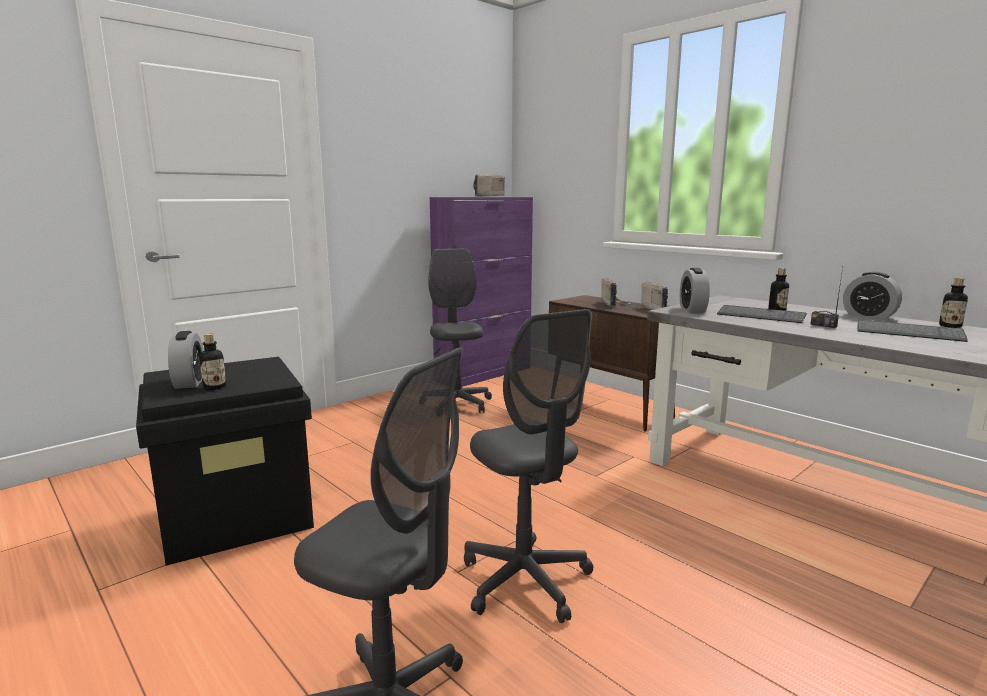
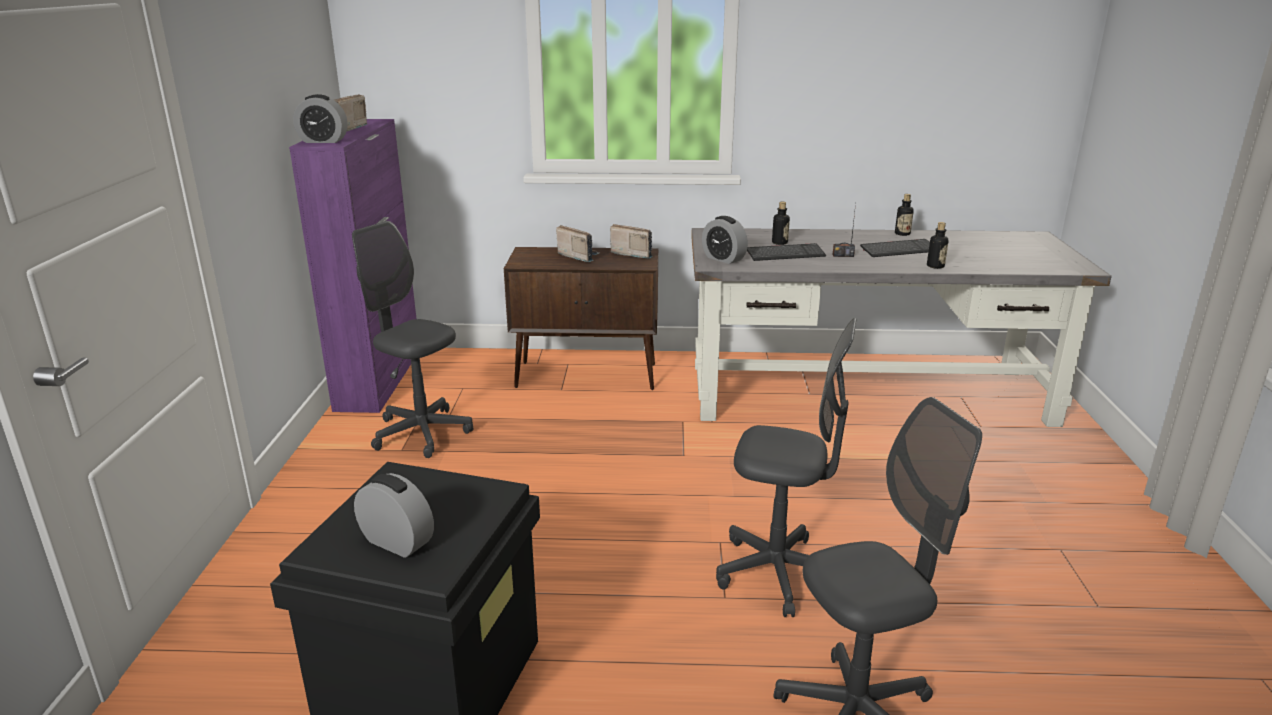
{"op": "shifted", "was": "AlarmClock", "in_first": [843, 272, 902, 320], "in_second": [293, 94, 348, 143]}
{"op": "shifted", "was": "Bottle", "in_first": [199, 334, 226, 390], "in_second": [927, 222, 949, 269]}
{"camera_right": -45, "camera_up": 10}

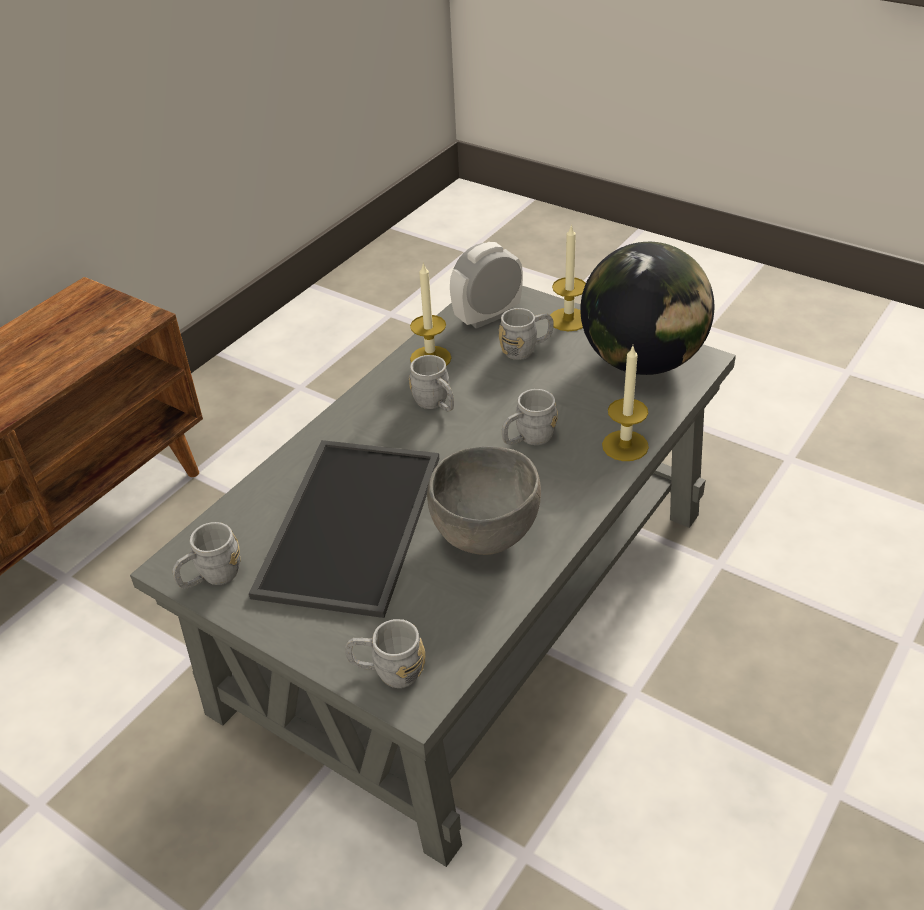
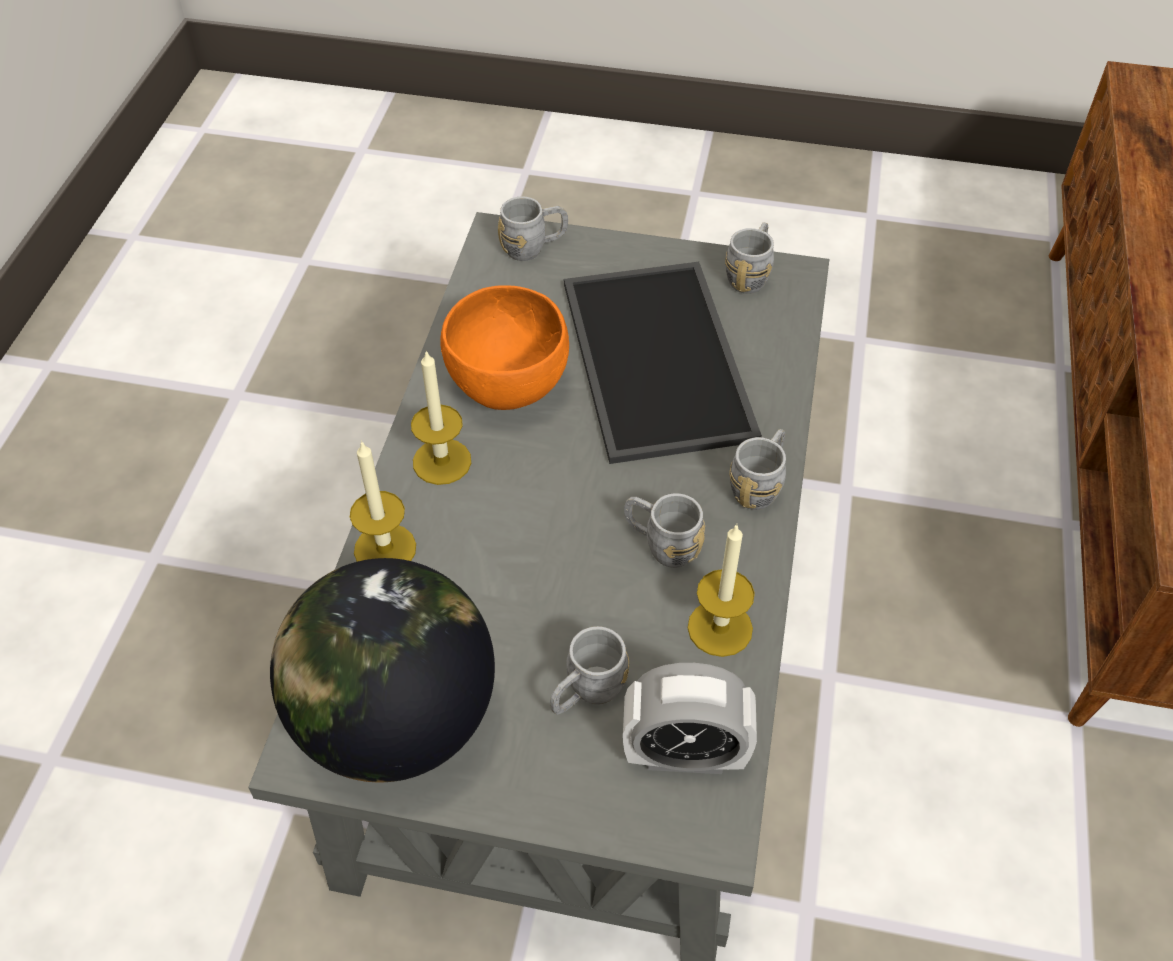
{"op": "shifted", "was": "Candle", "in_first": [550, 224, 586, 331], "in_second": [411, 351, 471, 485]}
{"op": "repainted", "was": "GreyBowl", "now": "OrangeBowl", "in_first": [427, 446, 541, 555], "in_second": [440, 285, 569, 410]}
{"op": "rotated", "was": "AlarmClock", "in_first": [450, 242, 523, 329], "in_second": [623, 663, 757, 774], "clockwise": 60}
{"op": "shifted", "was": "GreyMug", "in_first": [502, 389, 558, 445], "in_second": [729, 429, 786, 510]}
{"camera_right": 155, "camera_up": 10}

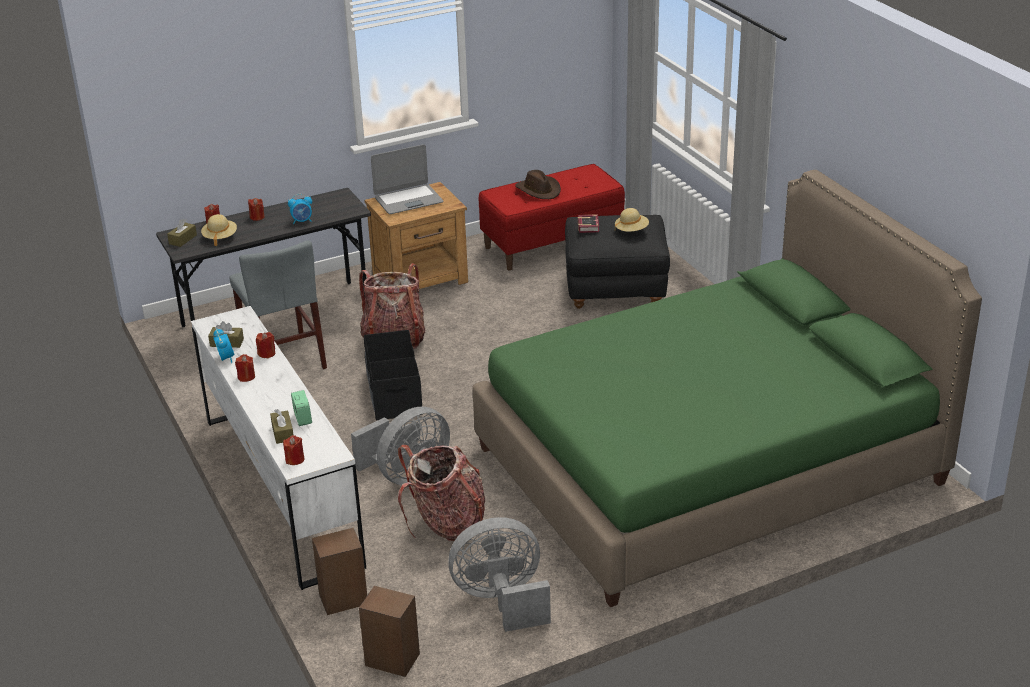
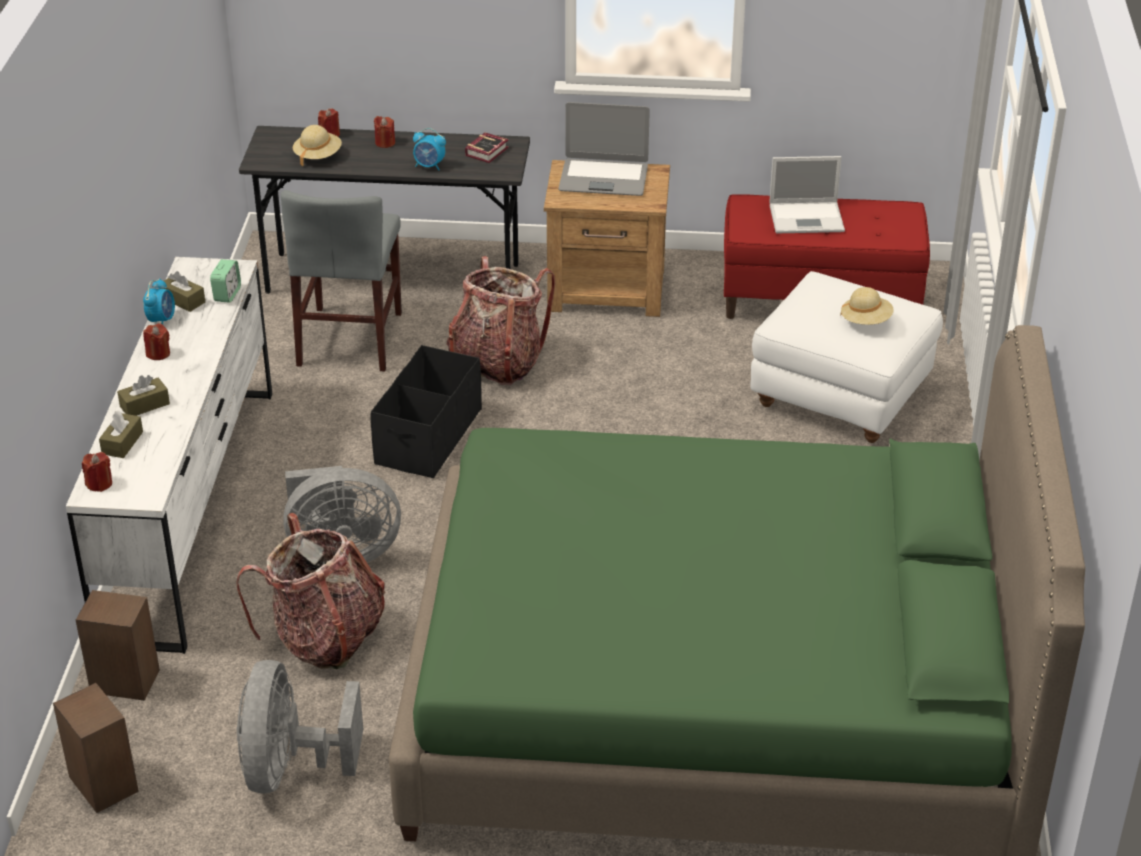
{"op": "shifted", "was": "BrownTissueBox", "in_first": [167, 219, 197, 247], "in_second": [117, 375, 170, 416]}
{"op": "shifted", "was": "AlarmClock", "in_first": [291, 390, 312, 426], "in_second": [210, 259, 241, 303]}
{"op": "rotated", "was": "GreyFan", "in_first": [448, 517, 551, 632], "in_second": [237, 660, 363, 794], "clockwise": -105}
{"op": "shifted", "was": "Book", "in_first": [578, 214, 599, 233], "in_second": [465, 132, 509, 163]}
{"op": "repainted", "was": "BlackOttoman", "now": "WhiteOttoman", "in_first": [565, 215, 670, 309], "in_second": [751, 271, 943, 443]}
{"op": "swapped", "was": "BrownHat", "now": "Laptop", "in_first": [515, 170, 561, 199], "in_second": [769, 156, 845, 234]}
{"op": "gone", "was": "RedCandle", "in_first": [256, 332, 275, 358]}
{"camera_right": 30, "camera_up": 5}

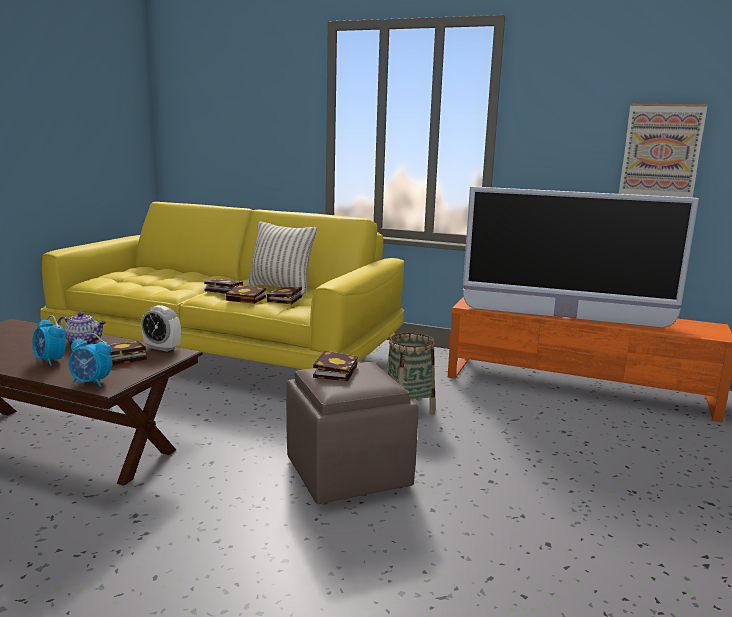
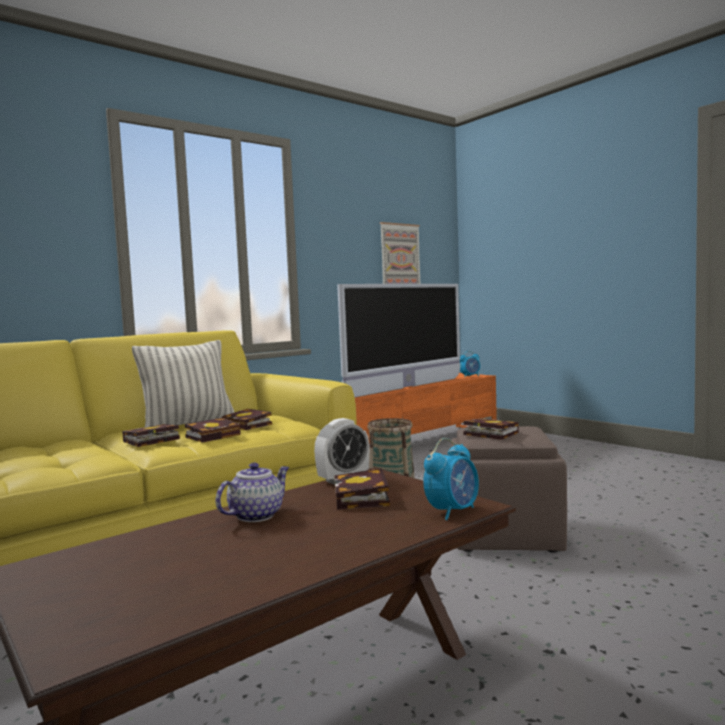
{"op": "shifted", "was": "AlarmClock", "in_first": [32, 315, 66, 366], "in_second": [460, 351, 480, 377]}
{"camera_right": -60, "camera_up": -10}

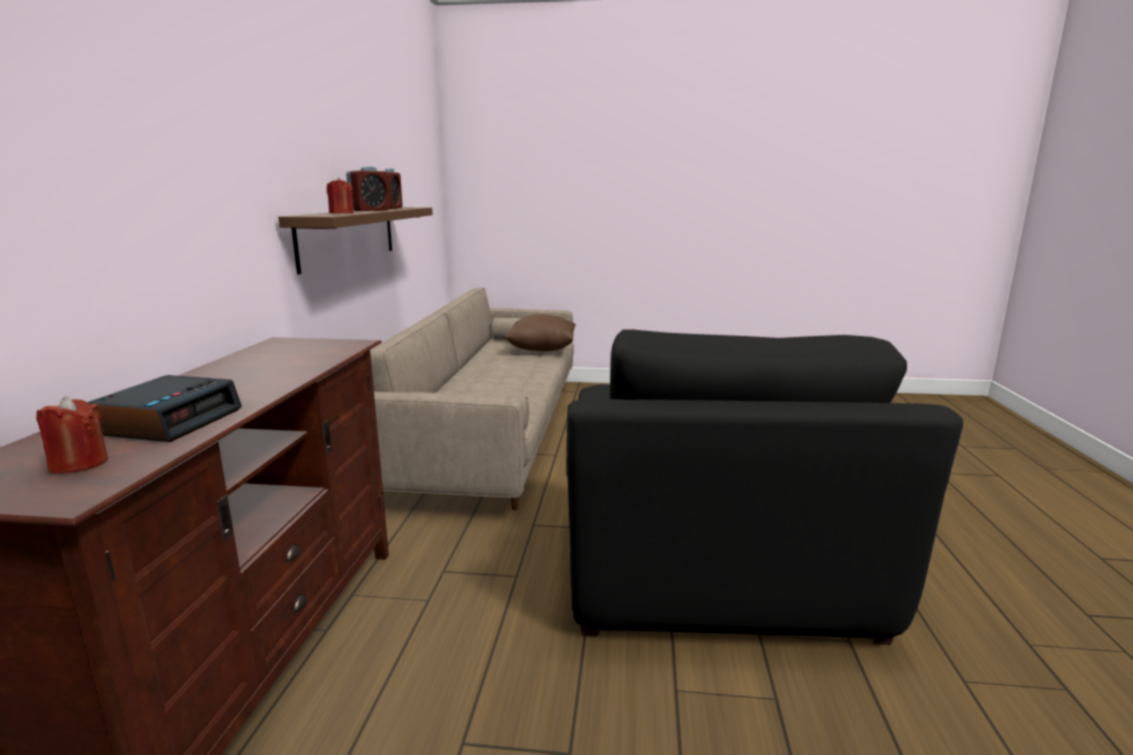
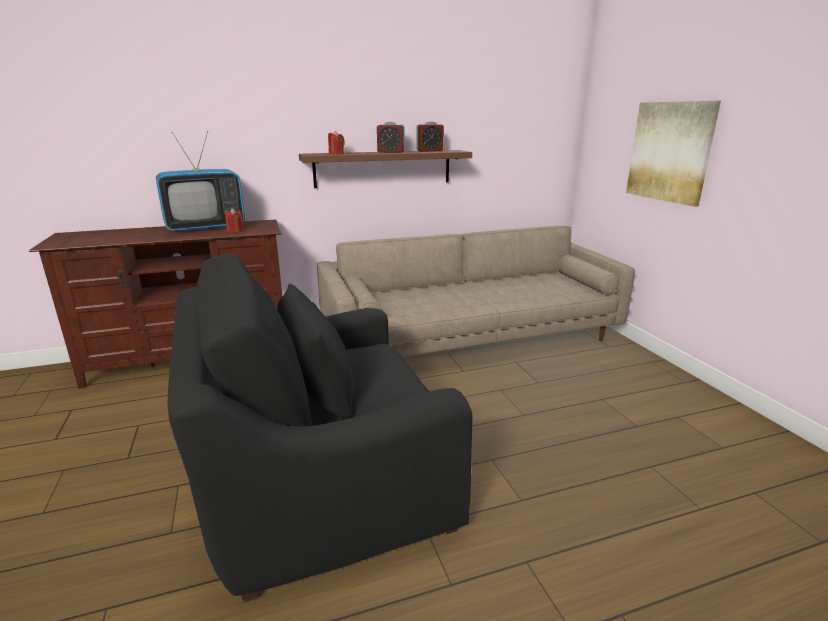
{"op": "new", "now": "Television", "in_second": [156, 131, 245, 232]}
{"op": "shifted", "was": "RedCandle", "in_first": [36, 396, 108, 473], "in_second": [224, 208, 243, 233]}
{"op": "new", "now": "Picture", "in_second": [626, 101, 721, 207]}
{"op": "gone", "was": "AlarmClock", "in_first": [87, 375, 242, 442]}
{"op": "gone", "was": "BrownPillow", "in_first": [505, 314, 576, 351]}
{"camera_right": 65, "camera_up": 5}

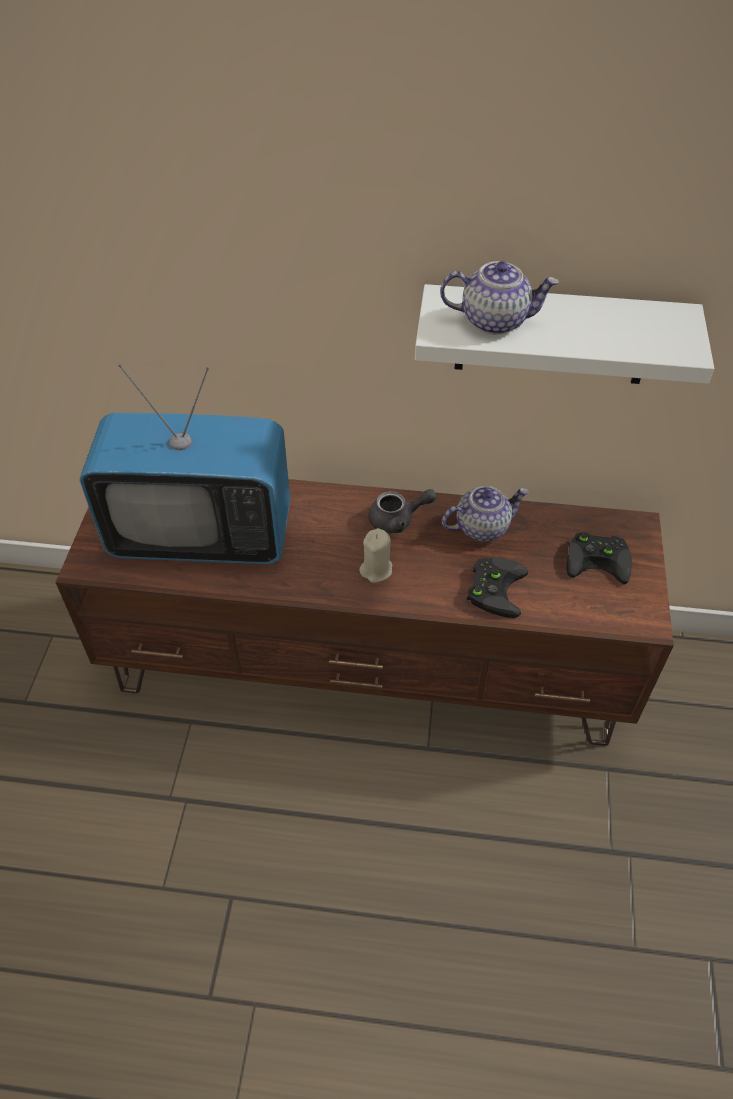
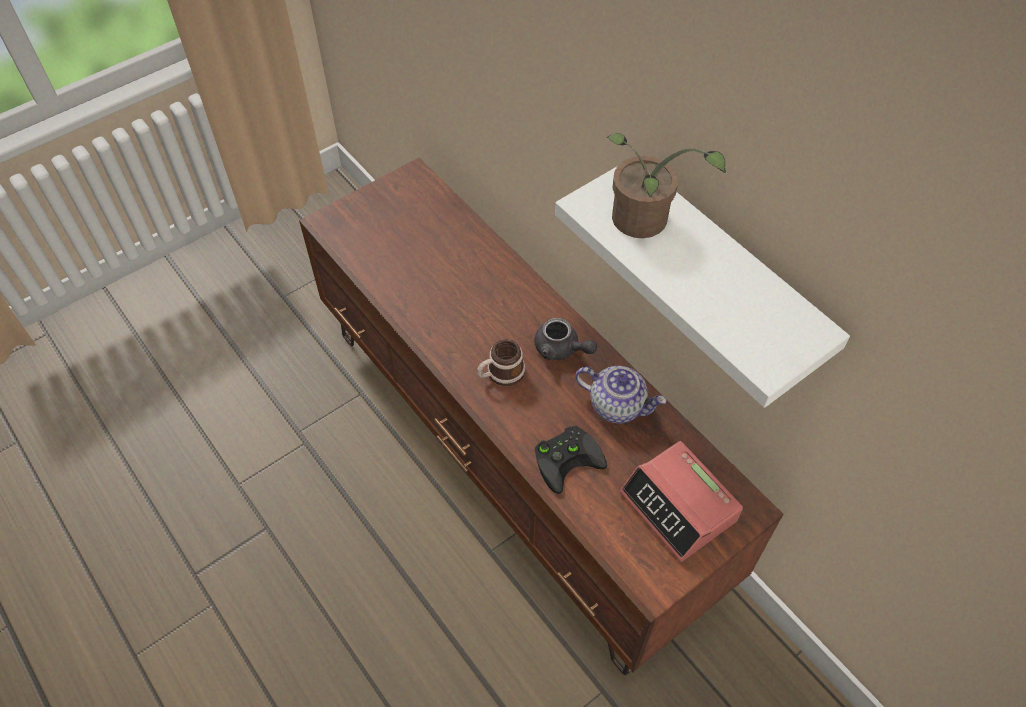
{"op": "swapped", "was": "BeigeCandle", "now": "Mug", "in_first": [359, 528, 392, 583], "in_second": [477, 340, 525, 386]}
{"op": "swapped", "was": "Teapot", "now": "PottedPlant", "in_first": [440, 261, 559, 335], "in_second": [606, 133, 726, 238]}
{"op": "swapped", "was": "BlackGameController", "now": "AlarmClock", "in_first": [566, 532, 632, 584], "in_second": [620, 441, 743, 562]}
{"op": "gone", "was": "Television", "in_first": [80, 364, 290, 564]}
{"camera_right": 45, "camera_up": 5}

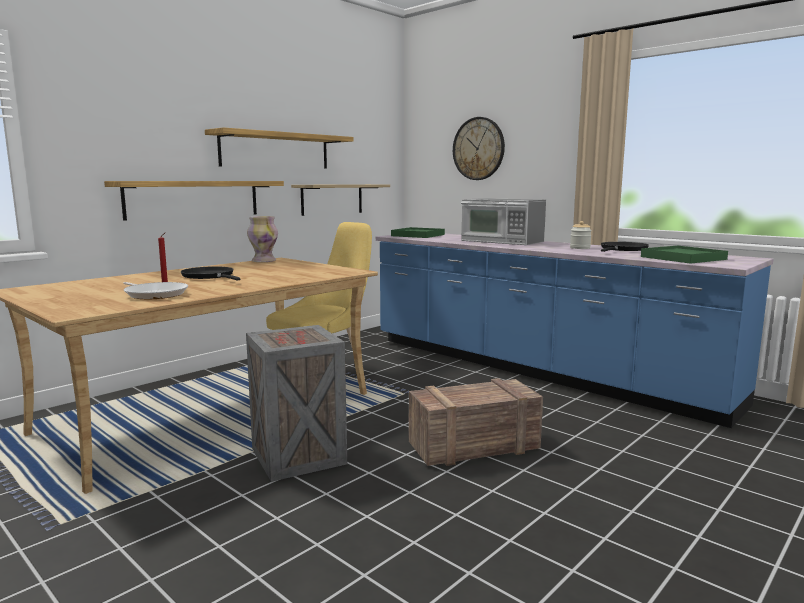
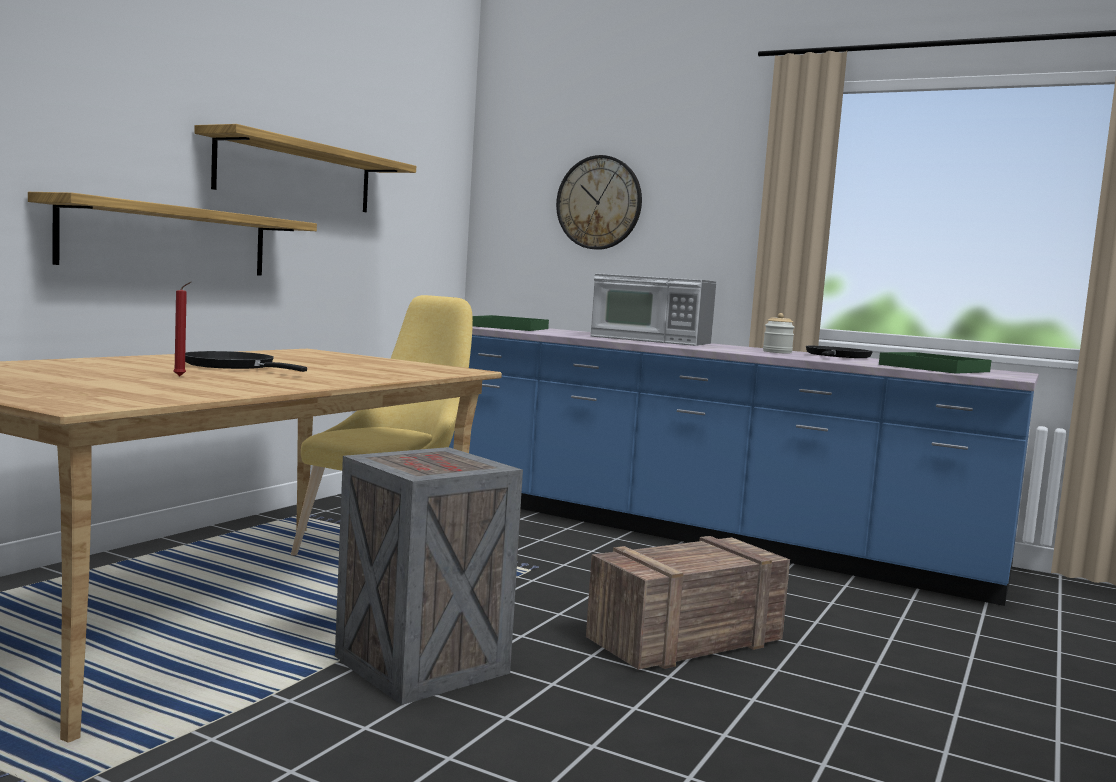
{"op": "gone", "was": "FryingPan", "in_first": [123, 282, 188, 299]}
{"op": "gone", "was": "Vase", "in_first": [247, 216, 278, 262]}
{"op": "gone", "was": "Shelf", "in_first": [291, 184, 390, 216]}
{"camera_right": -15, "camera_up": -5}

